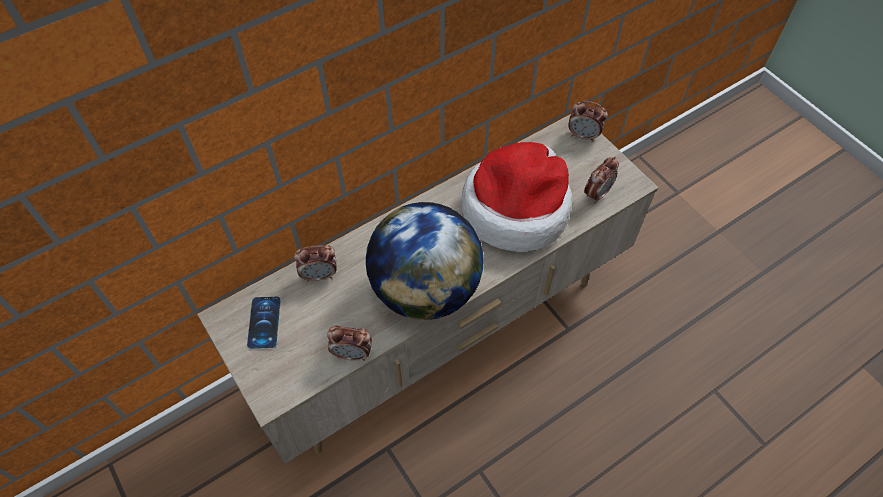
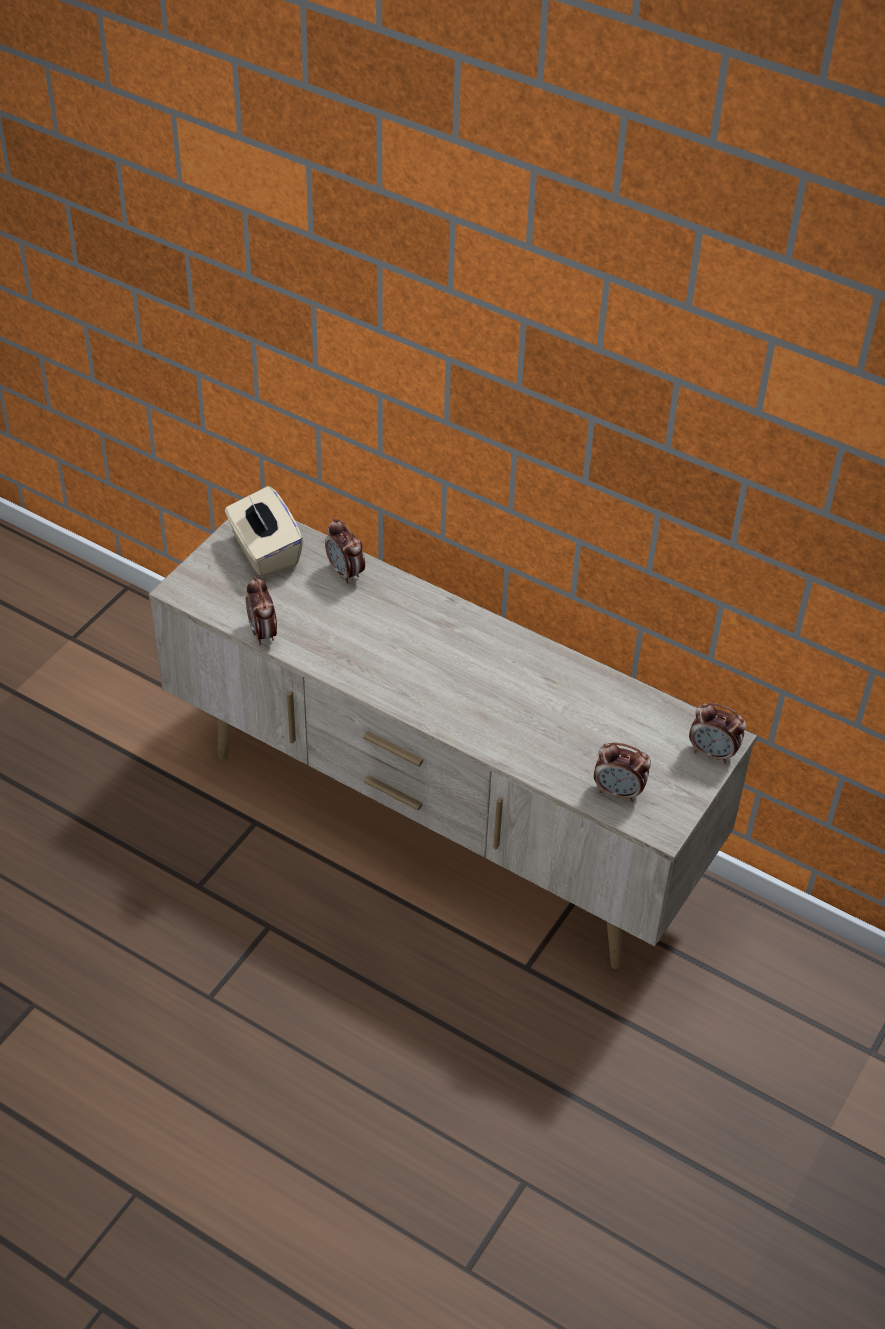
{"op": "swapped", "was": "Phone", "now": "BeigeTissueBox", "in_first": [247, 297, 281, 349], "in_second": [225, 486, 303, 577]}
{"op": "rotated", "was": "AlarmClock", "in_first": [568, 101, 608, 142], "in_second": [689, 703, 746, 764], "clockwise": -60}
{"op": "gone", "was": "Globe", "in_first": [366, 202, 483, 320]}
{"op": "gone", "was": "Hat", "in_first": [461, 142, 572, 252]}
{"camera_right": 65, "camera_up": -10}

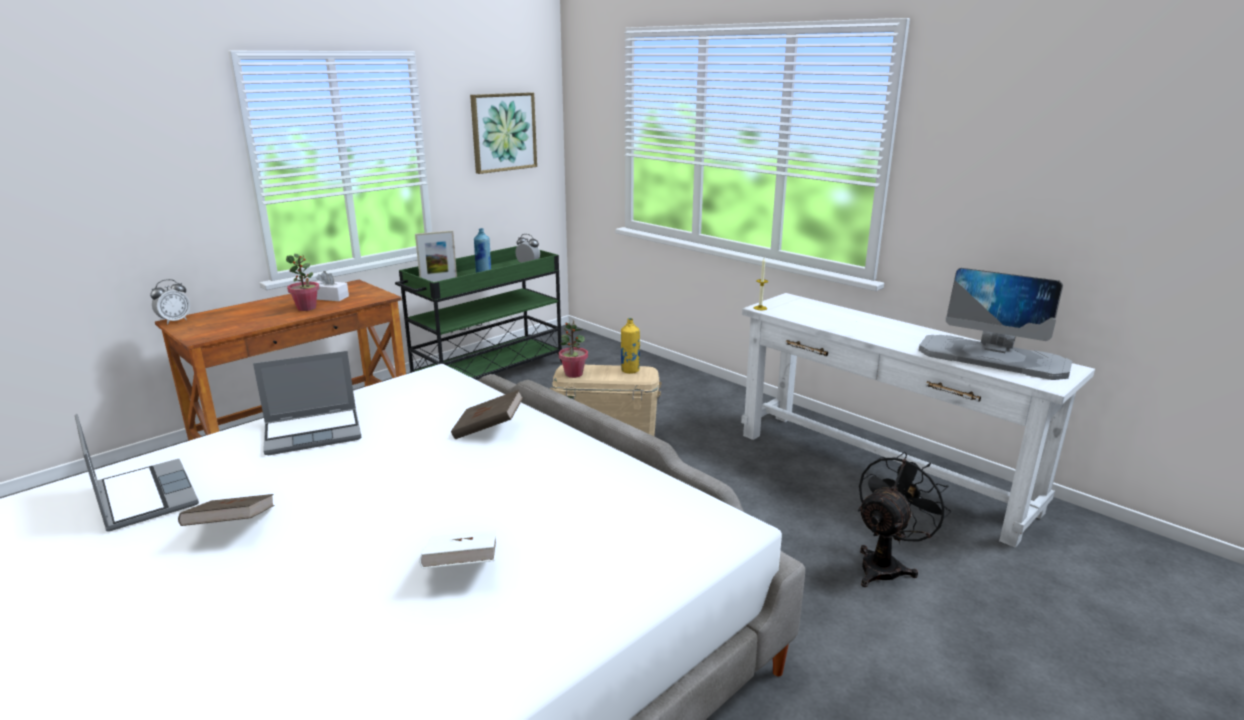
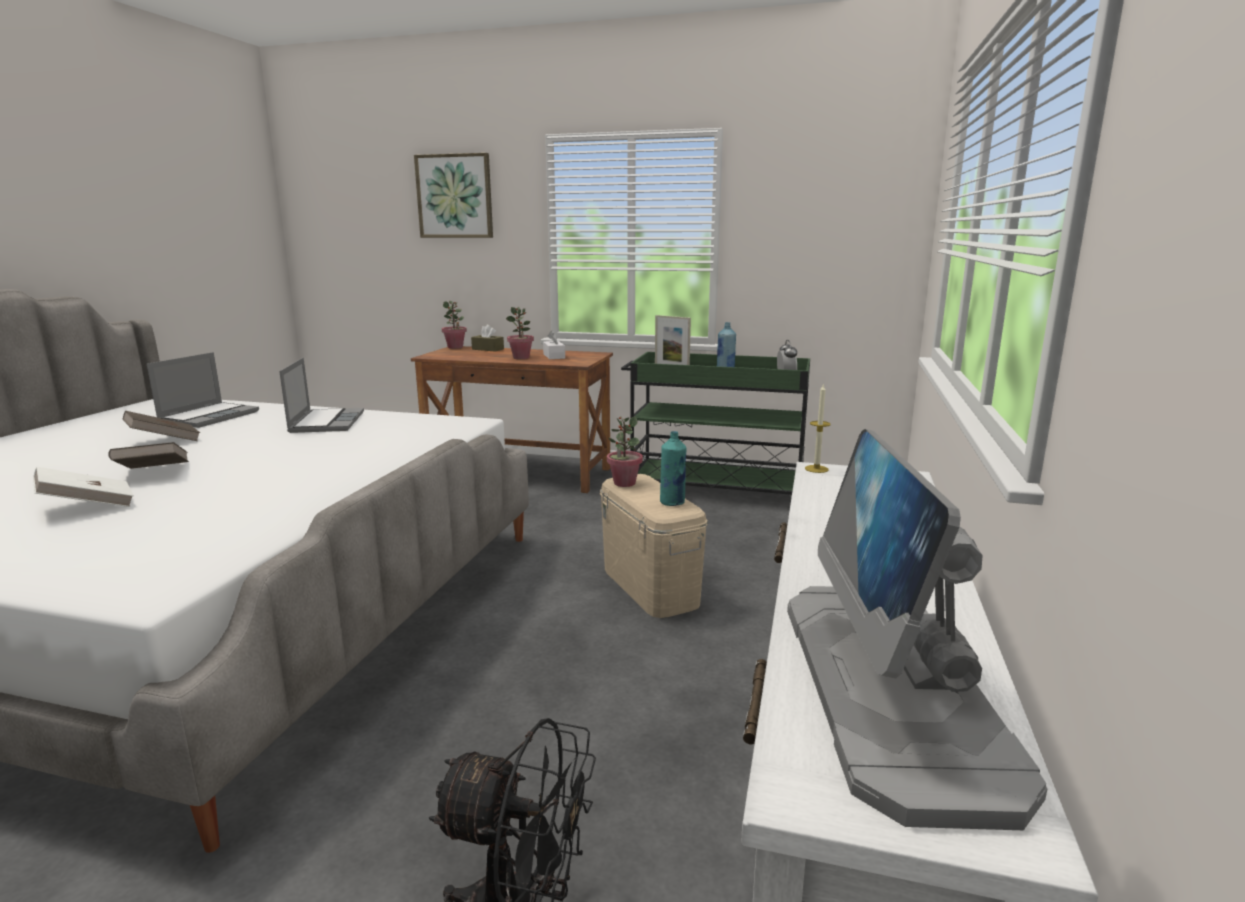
{"op": "shifted", "was": "BrownBook", "in_first": [451, 390, 523, 439], "in_second": [108, 442, 189, 469]}
{"op": "rotated", "was": "Laptop", "in_first": [253, 351, 361, 455], "in_second": [279, 357, 364, 433], "clockwise": -135}
{"op": "shifted", "was": "Picture", "in_first": [470, 92, 537, 174], "in_second": [414, 153, 493, 238]}
{"op": "swapped", "was": "AlarmClock", "now": "PottedPlant", "in_first": [150, 279, 190, 325], "in_second": [442, 301, 467, 349]}
{"op": "new", "now": "BrownTissueBox", "in_second": [471, 325, 504, 351]}
{"op": "repainted", "was": "YellowBottle", "now": "TurquoiseBottle", "in_first": [621, 318, 640, 374], "in_second": [660, 431, 686, 506]}
{"camera_right": 60, "camera_up": -5}

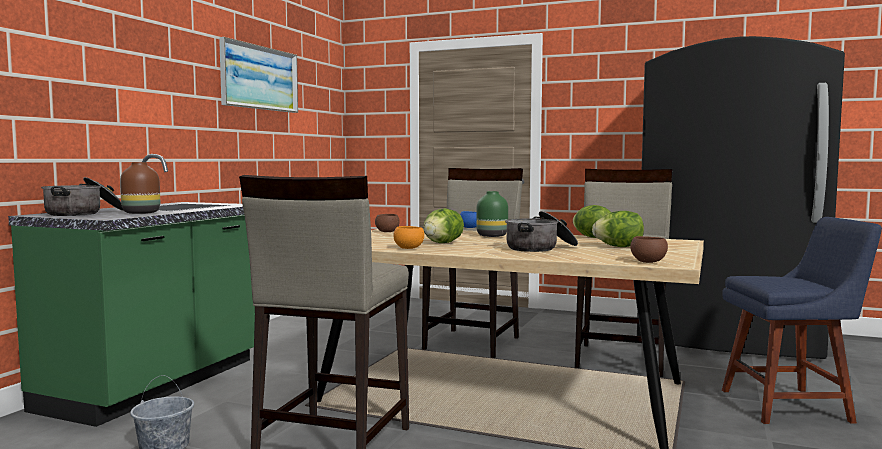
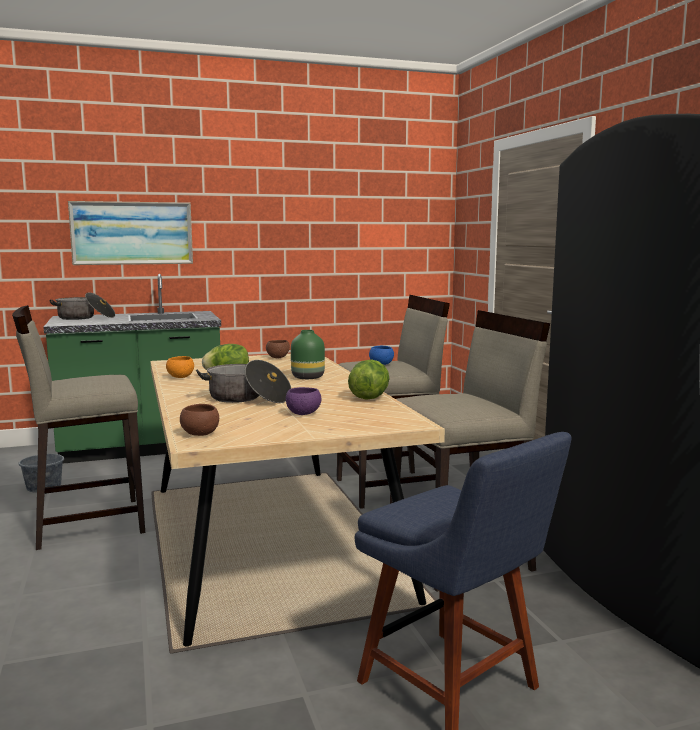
{"op": "shifted", "was": "Picture", "in_first": [219, 37, 298, 113], "in_second": [68, 201, 193, 265]}
{"op": "swapped", "was": "Lettuce", "now": "PurpleBowl", "in_first": [592, 211, 644, 247], "in_second": [286, 387, 322, 415]}
{"op": "gone", "was": "BrownVase", "in_first": [120, 162, 160, 214]}
{"camera_right": 50, "camera_up": 5}

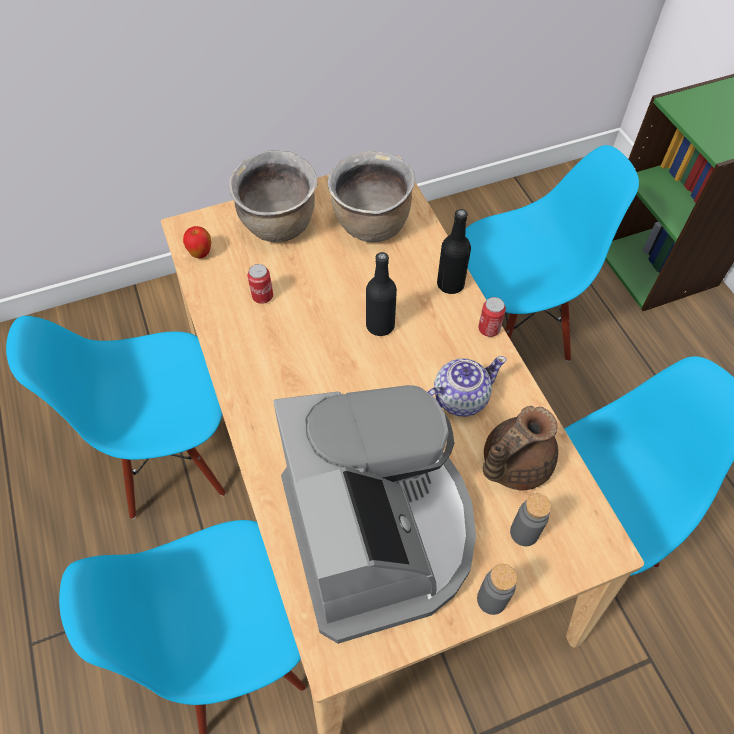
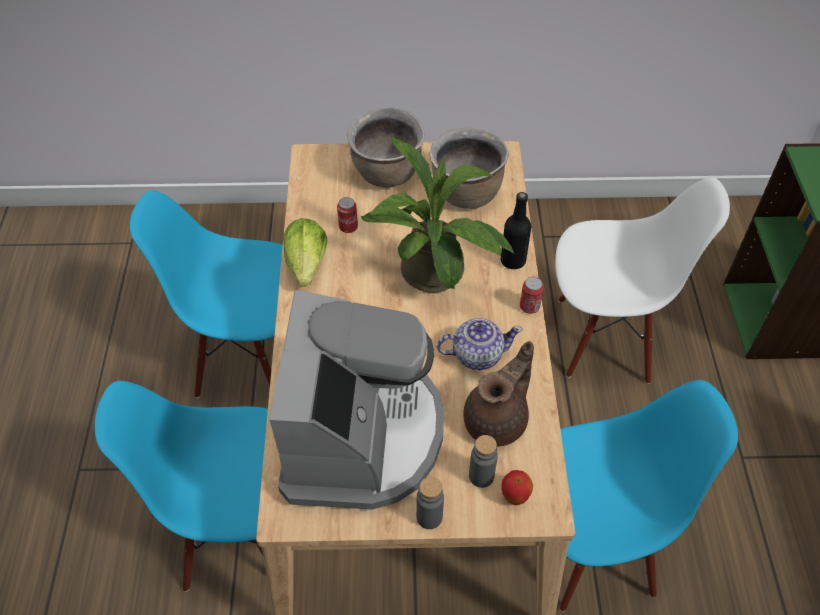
{"op": "new", "now": "Lettuce", "in_second": [283, 218, 327, 287]}
{"op": "swapped", "was": "BlackBottle", "now": "PottedPlant", "in_first": [366, 252, 397, 336], "in_second": [361, 136, 515, 293]}
{"op": "rotated", "was": "BrownTeapot", "in_first": [483, 406, 558, 490], "in_second": [463, 341, 534, 447], "clockwise": 150}
{"op": "shifted", "was": "Apple", "in_first": [183, 226, 211, 259], "in_second": [502, 470, 533, 505]}
{"op": "repainted", "was": "BlueChair", "now": "WhiteChair", "in_first": [465, 145, 639, 362], "in_second": [555, 177, 730, 384]}
{"camera_right": 20, "camera_up": -5}

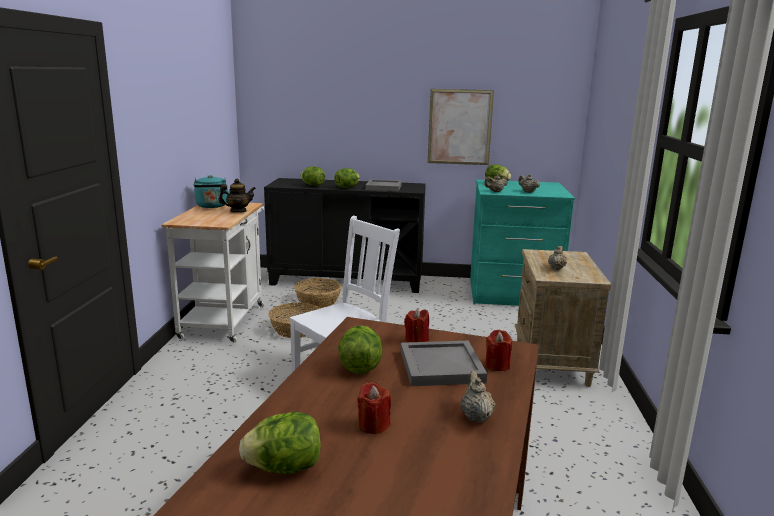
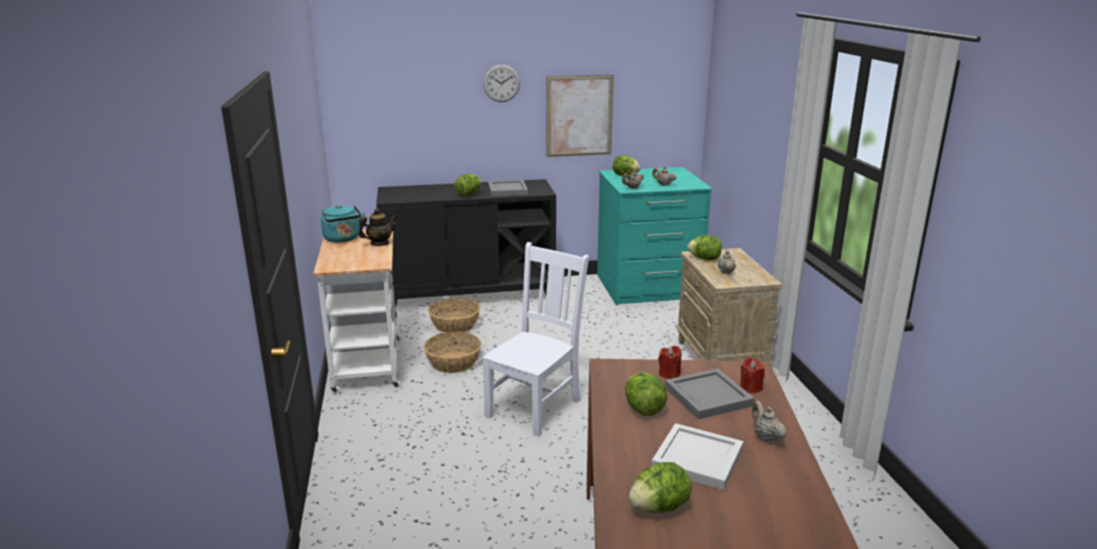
{"op": "new", "now": "WallClock", "in_second": [483, 64, 520, 102]}
{"op": "swapped", "was": "RedCandle", "now": "WhiteTray", "in_first": [357, 382, 391, 434], "in_second": [651, 423, 743, 490]}
{"op": "shifted", "was": "Lettuce", "in_first": [301, 167, 325, 186], "in_second": [687, 235, 722, 260]}
{"camera_right": -15, "camera_up": 5}

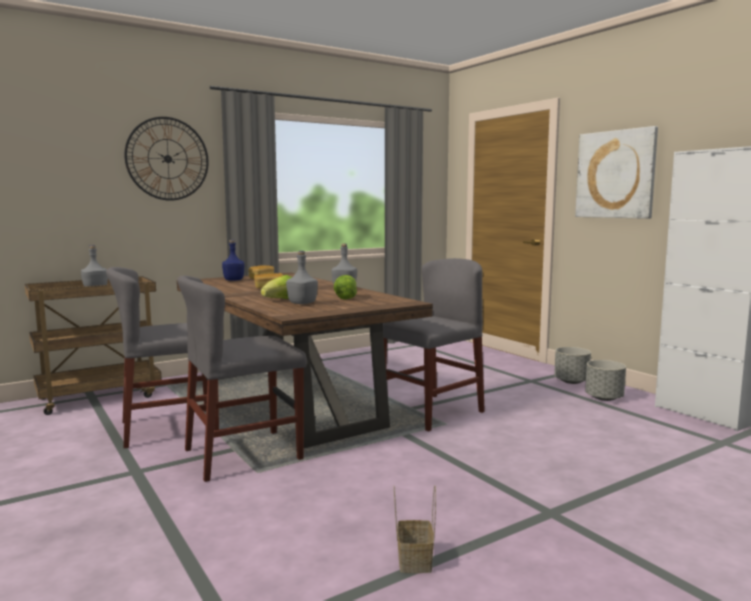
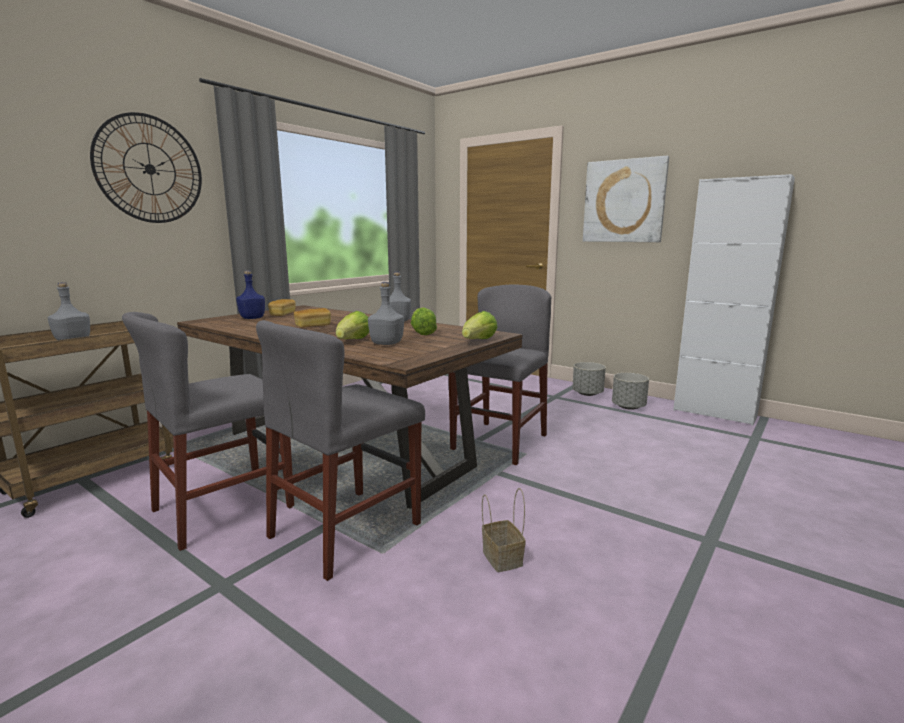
{"op": "new", "now": "Lettuce", "in_second": [462, 311, 498, 339]}
{"op": "shifted", "was": "Basket", "in_first": [394, 485, 436, 573], "in_second": [482, 488, 526, 572]}
{"camera_right": -20, "camera_up": 5}

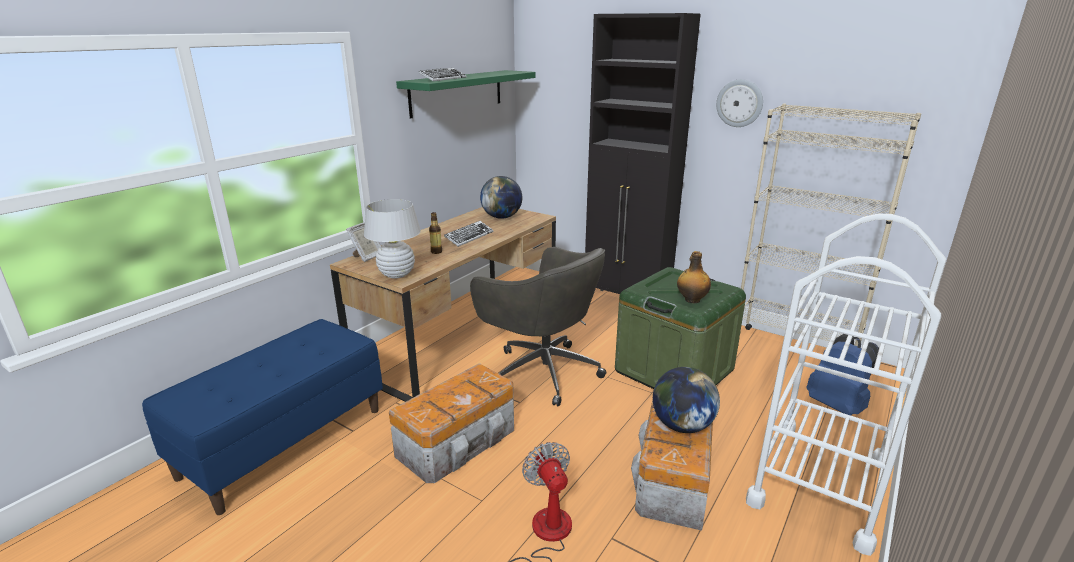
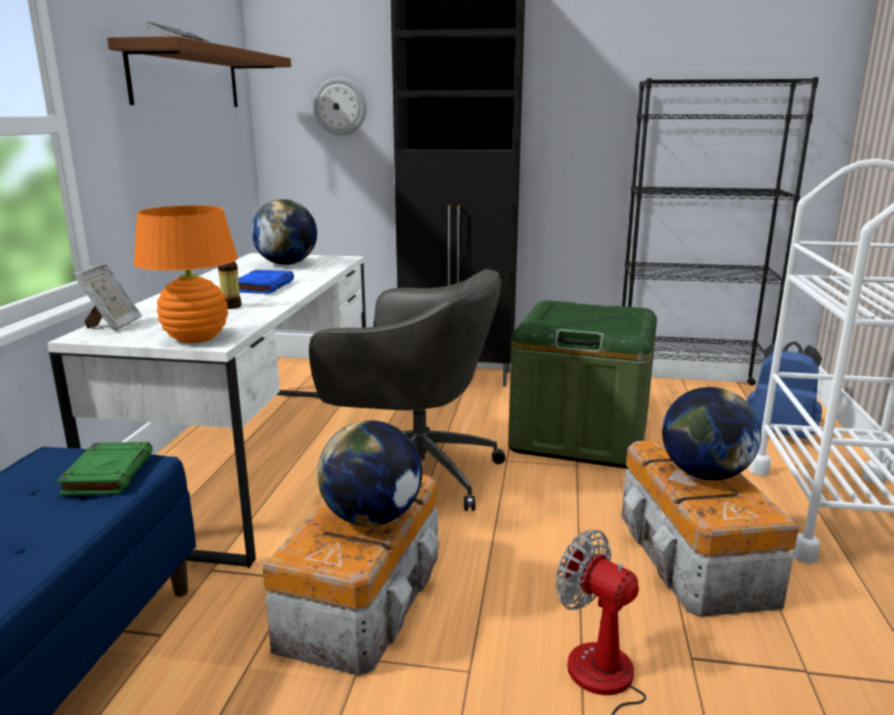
{"op": "repainted", "was": "BrownDesk", "now": "WhiteDesk", "in_first": [330, 207, 556, 402], "in_second": [47, 253, 366, 568]}
{"op": "new", "now": "GreenBook", "in_second": [57, 442, 153, 496]}
{"op": "repainted", "was": "GreenShelf", "now": "BrownShelf", "in_first": [396, 70, 536, 118], "in_second": [107, 36, 291, 107]}
{"op": "repainted", "was": "WhiteTableLamp", "now": "OrangeTableLamp", "in_first": [364, 199, 421, 278], "in_second": [134, 205, 238, 343]}
{"op": "swapped", "was": "Keyboard", "now": "BlueBook", "in_first": [444, 221, 493, 247], "in_second": [238, 270, 294, 294]}
{"op": "shifted", "was": "WallClock", "in_first": [716, 79, 763, 127], "in_second": [313, 77, 366, 136]}
{"op": "new", "now": "Globe", "in_second": [317, 420, 422, 526]}
{"op": "repainted", "was": "BeigeBookcase", "now": "BlackBookcase", "in_first": [738, 104, 921, 347], "in_second": [622, 77, 819, 386]}
{"op": "gone", "was": "Bottle", "in_first": [677, 251, 711, 303]}
{"camera_right": -25, "camera_up": -5}

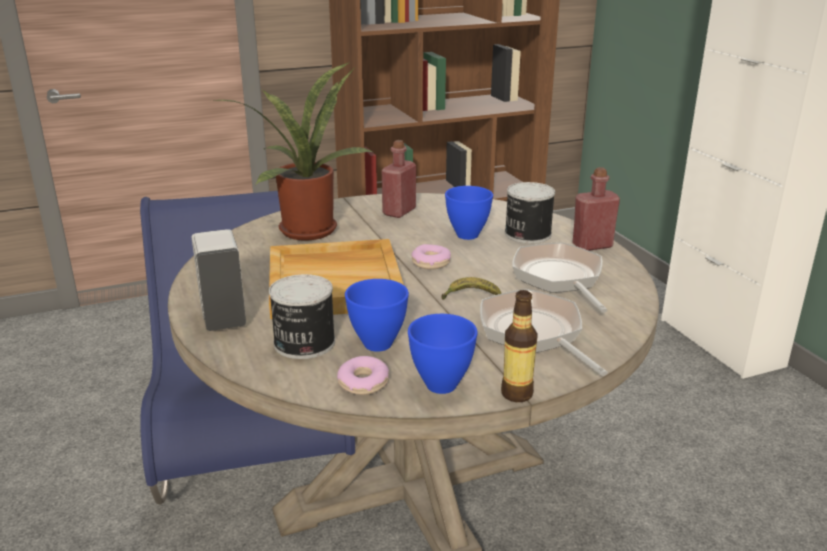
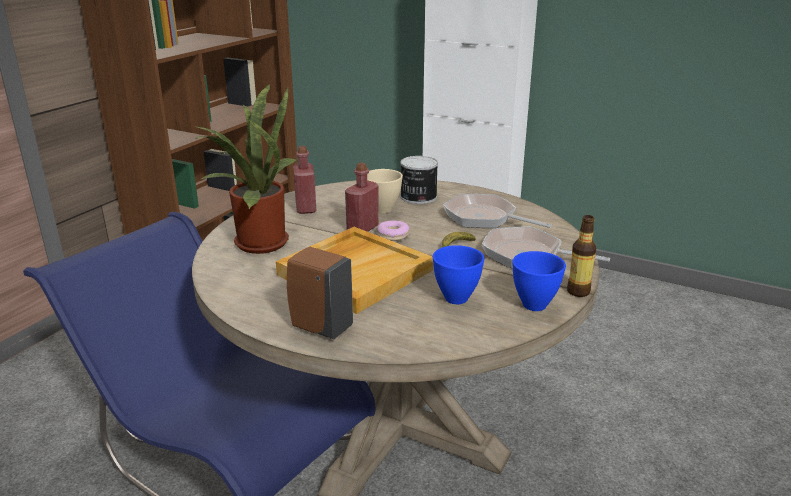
{"op": "repainted", "was": "WhiteSoapDispenser", "now": "BrownSoapDispenser", "in_first": [191, 229, 246, 331], "in_second": [287, 247, 353, 339]}
{"op": "shifted", "was": "RedBottle", "in_first": [572, 167, 620, 251], "in_second": [345, 162, 379, 232]}
{"op": "repainted", "was": "BlueBowl", "now": "BeigeBowl", "in_first": [445, 186, 493, 240], "in_second": [367, 169, 403, 213]}
{"op": "gone", "was": "Can", "in_first": [269, 274, 335, 359]}
{"op": "gone", "was": "Donut", "in_first": [337, 356, 389, 395]}
{"camera_right": -40, "camera_up": 0}

